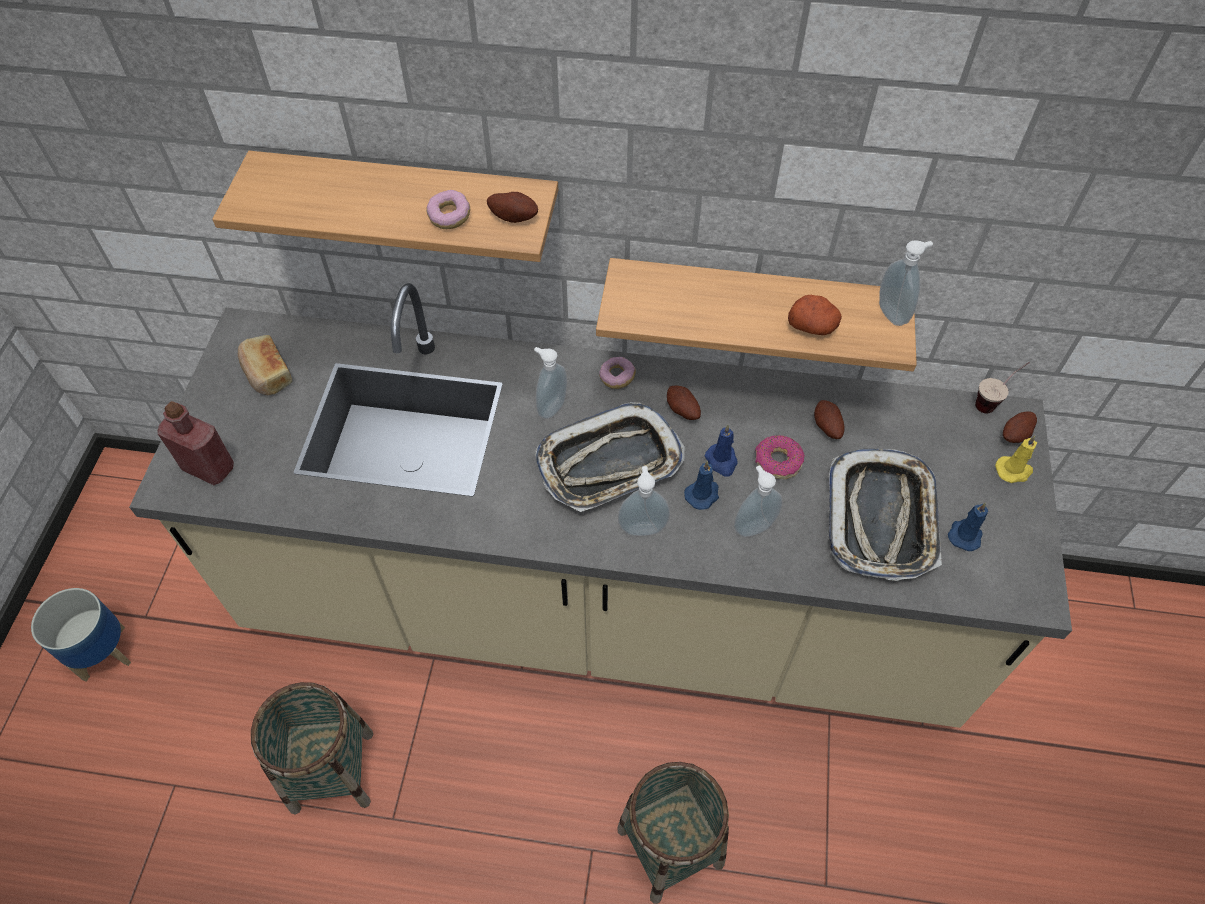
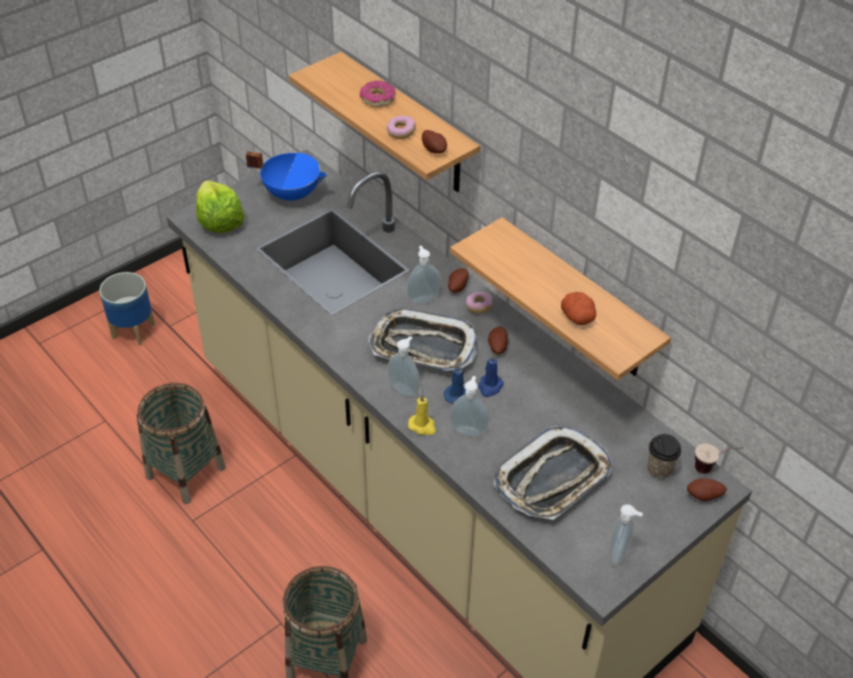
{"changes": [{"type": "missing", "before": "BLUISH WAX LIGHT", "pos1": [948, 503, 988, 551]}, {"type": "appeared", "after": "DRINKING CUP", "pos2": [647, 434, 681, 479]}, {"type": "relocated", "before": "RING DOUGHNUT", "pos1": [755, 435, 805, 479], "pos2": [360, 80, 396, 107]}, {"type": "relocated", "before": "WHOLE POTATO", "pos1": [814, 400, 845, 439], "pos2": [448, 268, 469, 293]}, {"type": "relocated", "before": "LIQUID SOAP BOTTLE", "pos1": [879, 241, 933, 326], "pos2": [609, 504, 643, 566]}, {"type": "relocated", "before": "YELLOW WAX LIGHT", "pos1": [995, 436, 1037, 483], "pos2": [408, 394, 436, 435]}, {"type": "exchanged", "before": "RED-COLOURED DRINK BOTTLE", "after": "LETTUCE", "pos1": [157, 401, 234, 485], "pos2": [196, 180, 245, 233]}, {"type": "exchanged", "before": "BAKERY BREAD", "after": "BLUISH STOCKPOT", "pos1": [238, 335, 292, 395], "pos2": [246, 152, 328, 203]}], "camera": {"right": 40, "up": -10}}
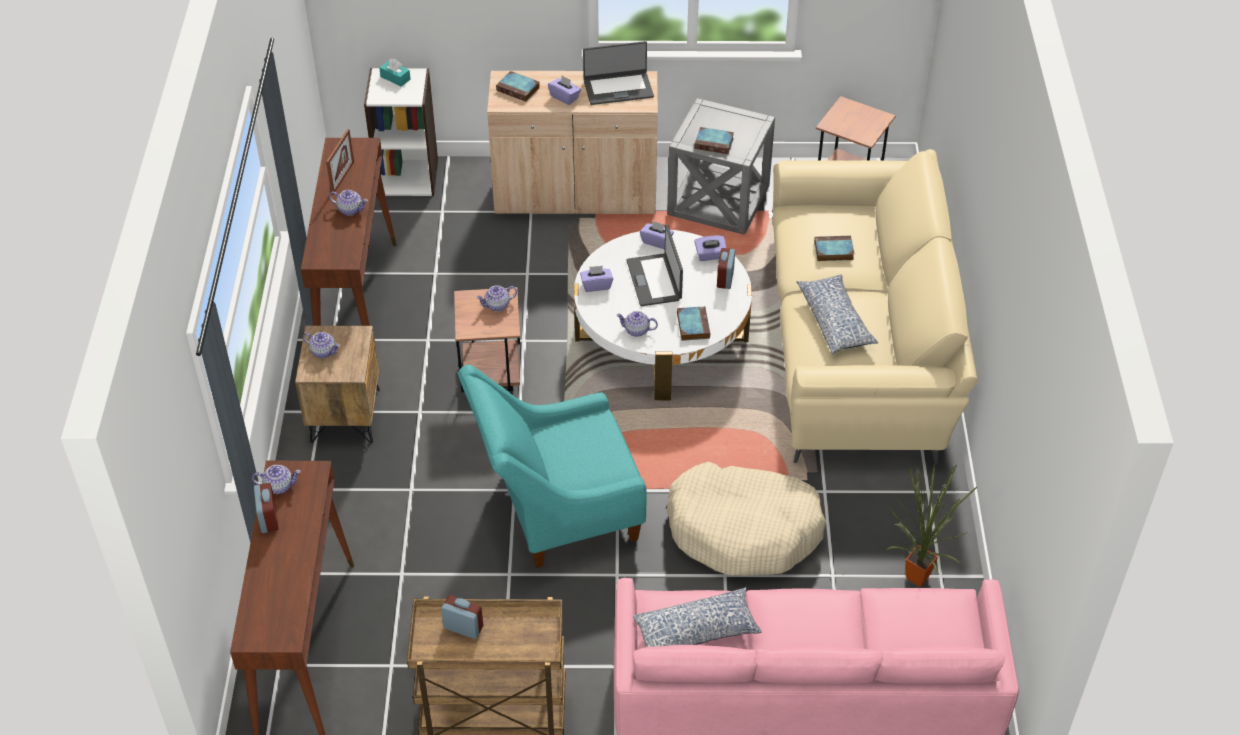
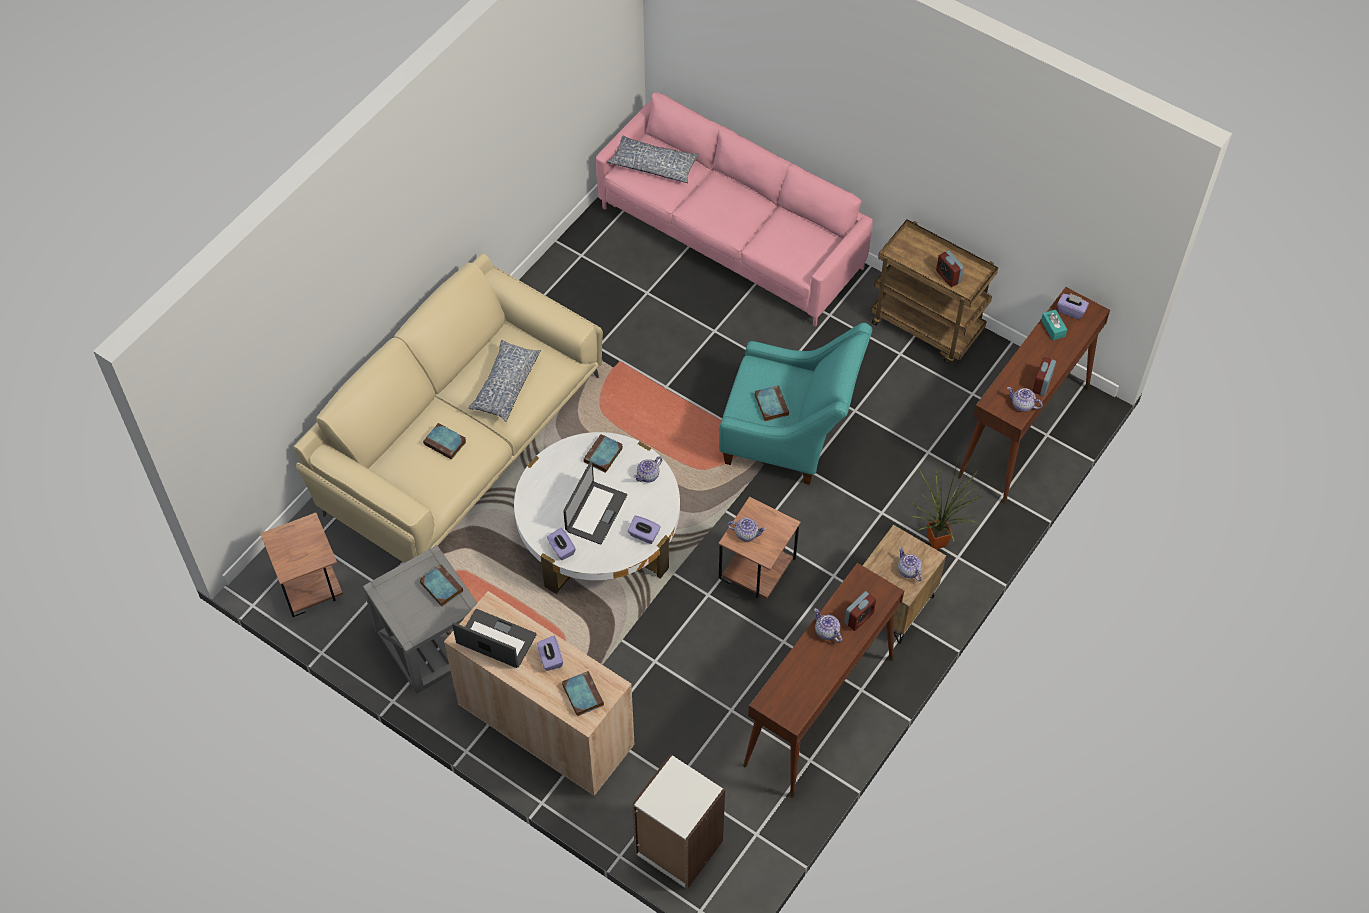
{"changes": [{"type": "missing", "before": "PICTURE FRAME", "pos1": [326, 129, 354, 195]}, {"type": "missing", "before": "BEIGE-COLOURED DOG CUSHION", "pos1": [667, 462, 826, 576]}, {"type": "appeared", "after": "BOUND BOOK", "pos2": [755, 385, 789, 421]}, {"type": "relocated", "before": "TURQUOISE BOX OF TISSUES", "pos1": [379, 58, 410, 87], "pos2": [1041, 309, 1067, 340]}, {"type": "relocated", "before": "CUSHION", "pos1": [633, 587, 762, 647], "pos2": [607, 136, 699, 183]}, {"type": "relocated", "before": "PURPLE-COLOURED BOX OF TISSUES", "pos1": [694, 236, 727, 261], "pos2": [1057, 293, 1089, 319]}, {"type": "relocated", "before": "TABLE CLOCK", "pos1": [717, 248, 735, 289], "pos2": [844, 591, 876, 631]}, {"type": "relocated", "before": "HOUSEPLANT", "pos1": [886, 464, 978, 587], "pos2": [911, 455, 982, 549]}, {"type": "spun", "before": "POT FOR TEA", "pos1": [617, 311, 658, 337], "pos2": [633, 456, 662, 483], "turn": 90}], "camera": {"right": -145, "up": 10}}
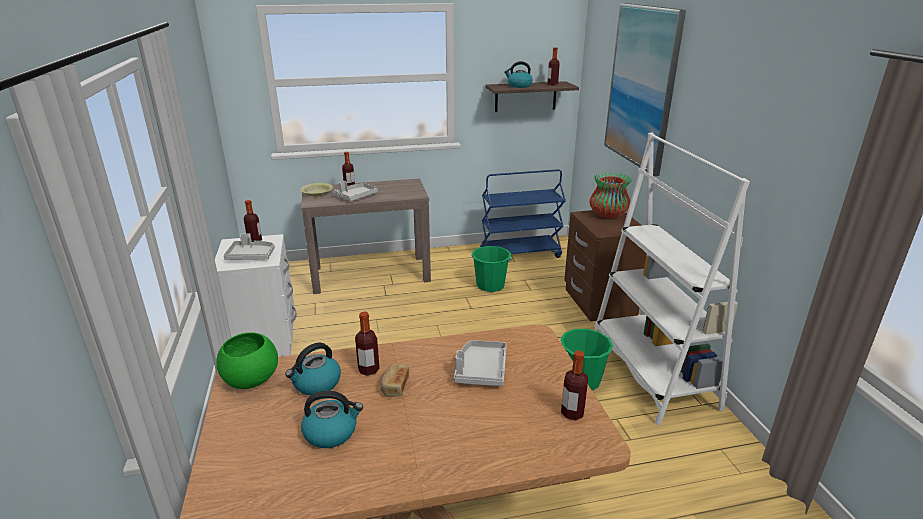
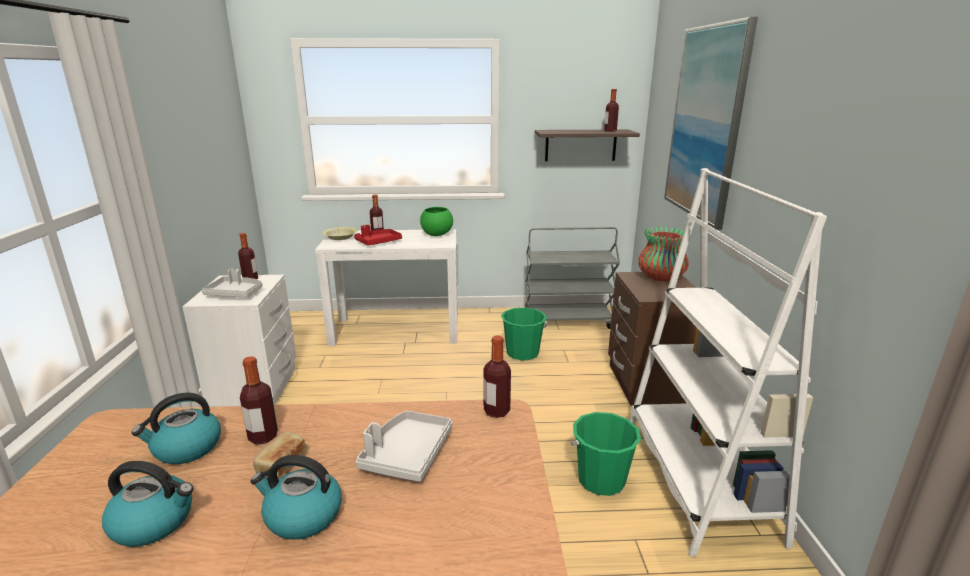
{"changes": [{"type": "relocated", "before": "GREEN-COLOURED BOWL", "pos1": [216, 332, 278, 389], "pos2": [420, 207, 453, 236]}, {"type": "relocated", "before": "KETTLE", "pos1": [504, 61, 533, 88], "pos2": [251, 455, 342, 540]}, {"type": "relocated", "before": "DRINK BOTTLE", "pos1": [561, 350, 588, 420], "pos2": [483, 335, 511, 418]}, {"type": "colour", "before": "BROWN HALL TABLE", "after": "WHITISH HALL TABLE", "pos1": [301, 179, 431, 294], "pos2": [315, 229, 458, 346]}, {"type": "colour", "before": "GREY TRAY", "after": "RED-COLOURED TRAY", "pos1": [334, 181, 378, 201], "pos2": [354, 225, 402, 246]}, {"type": "colour", "before": "BLUISH WHEELED CART", "after": "GREY WHEELED CART", "pos1": [480, 169, 566, 258], "pos2": [525, 227, 620, 329]}], "camera": {"right": 10, "up": -5}}
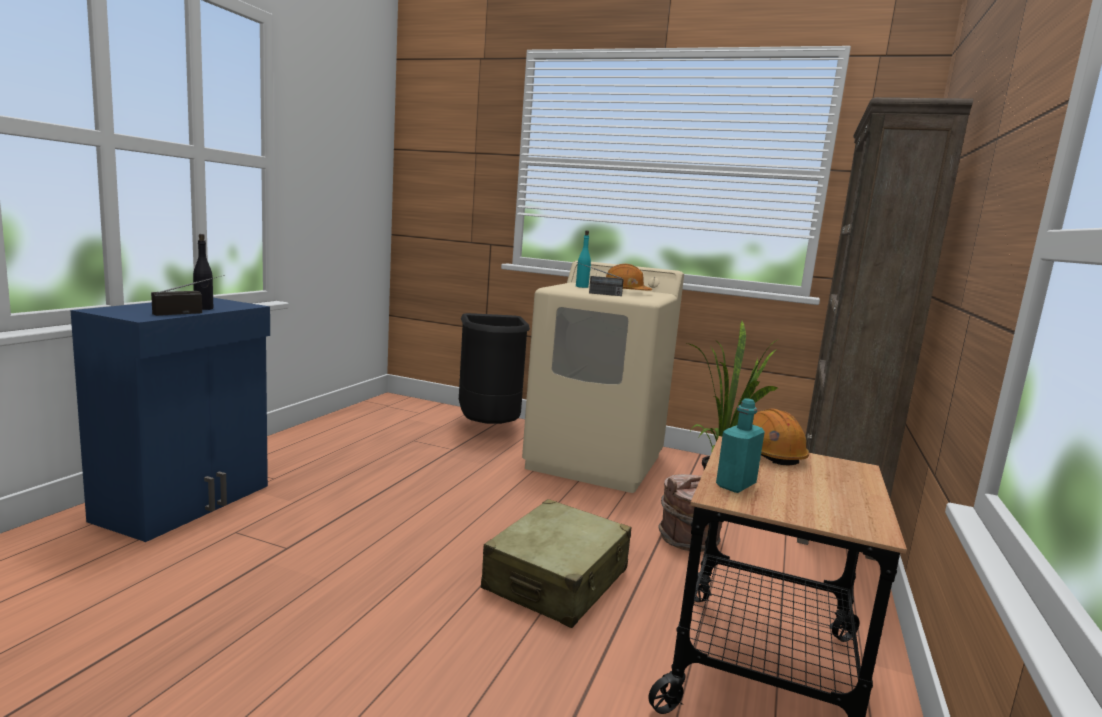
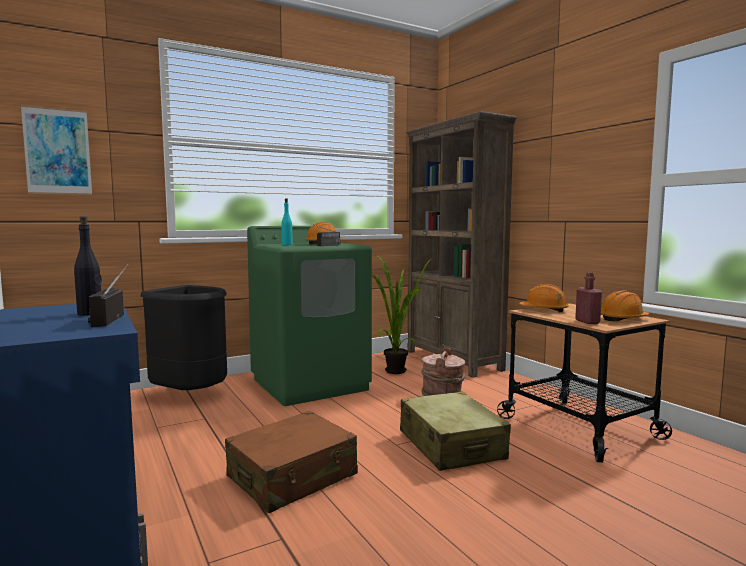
{"changes": [{"type": "appeared", "after": "WALL ART", "pos2": [21, 105, 92, 195]}, {"type": "appeared", "after": "BROWN PIECE OF LUGGAGE", "pos2": [225, 411, 358, 513]}, {"type": "appeared", "after": "ORANGE WORK HELMET", "pos2": [601, 290, 650, 321]}, {"type": "colour", "before": "BEIGE-COLOURED LAUNDRY APPLIANCE", "after": "GREEN-COLOURED LAUNDRY APPLIANCE", "pos1": [522, 261, 684, 493], "pos2": [247, 226, 372, 406]}, {"type": "colour", "before": "TURQUOISE DRINK BOTTLE", "after": "RED-COLOURED DRINK BOTTLE", "pos1": [716, 398, 765, 493], "pos2": [575, 272, 602, 324]}], "camera": {"right": -50, "up": -5}}
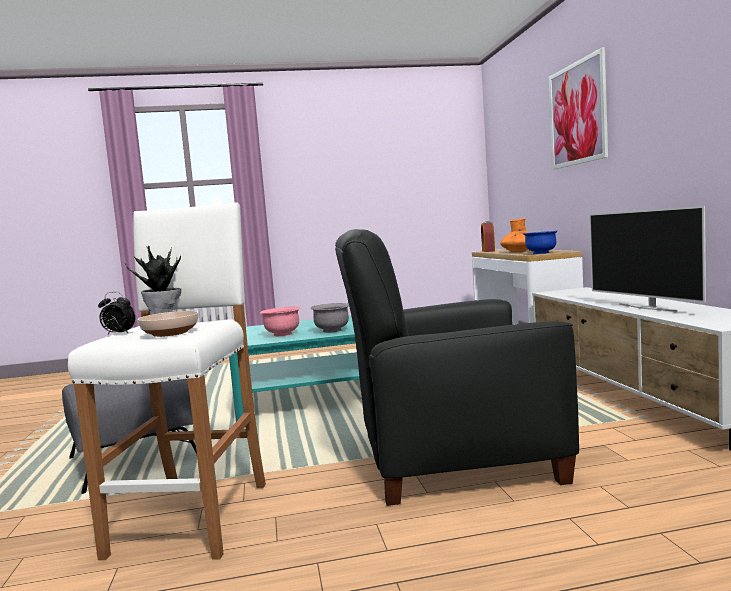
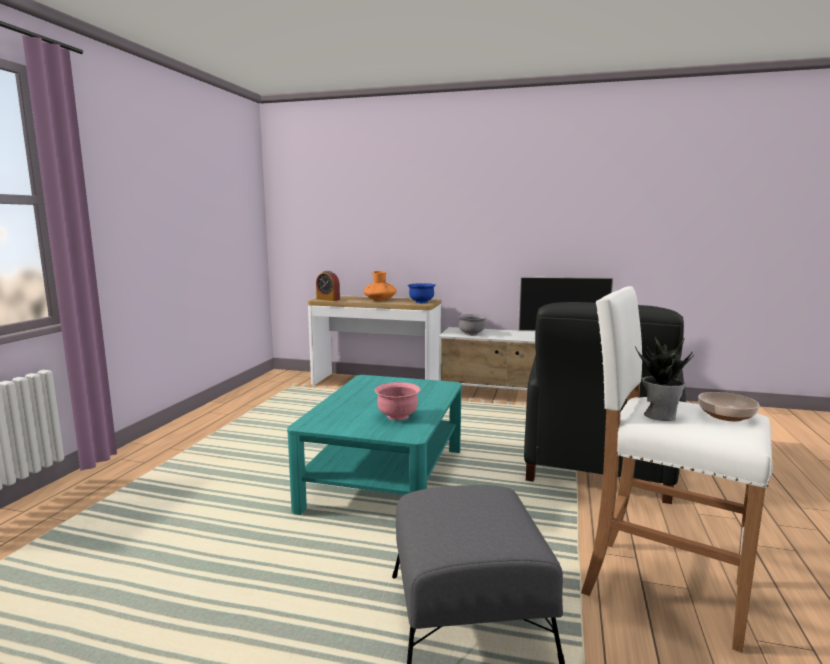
{"changes": [{"type": "missing", "before": "TABLE CLOCK", "pos1": [98, 292, 135, 335]}, {"type": "missing", "before": "WALL ART", "pos1": [549, 47, 608, 170]}, {"type": "relocated", "before": "GREY BOWL", "pos1": [310, 303, 349, 333], "pos2": [457, 314, 487, 336]}], "camera": {"right": -65, "up": 5}}
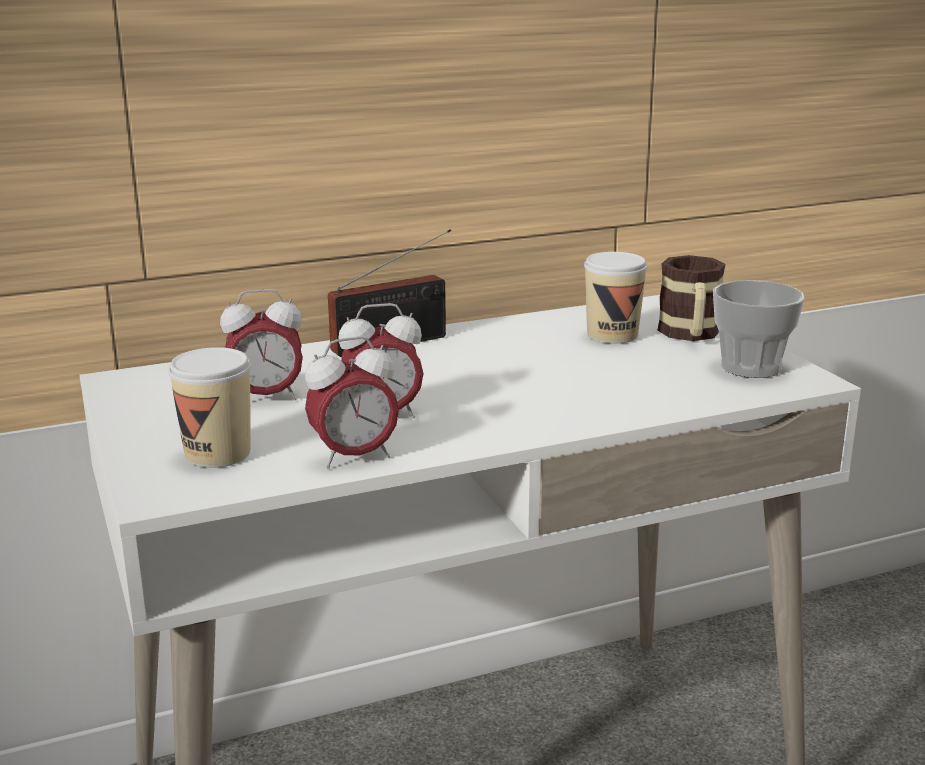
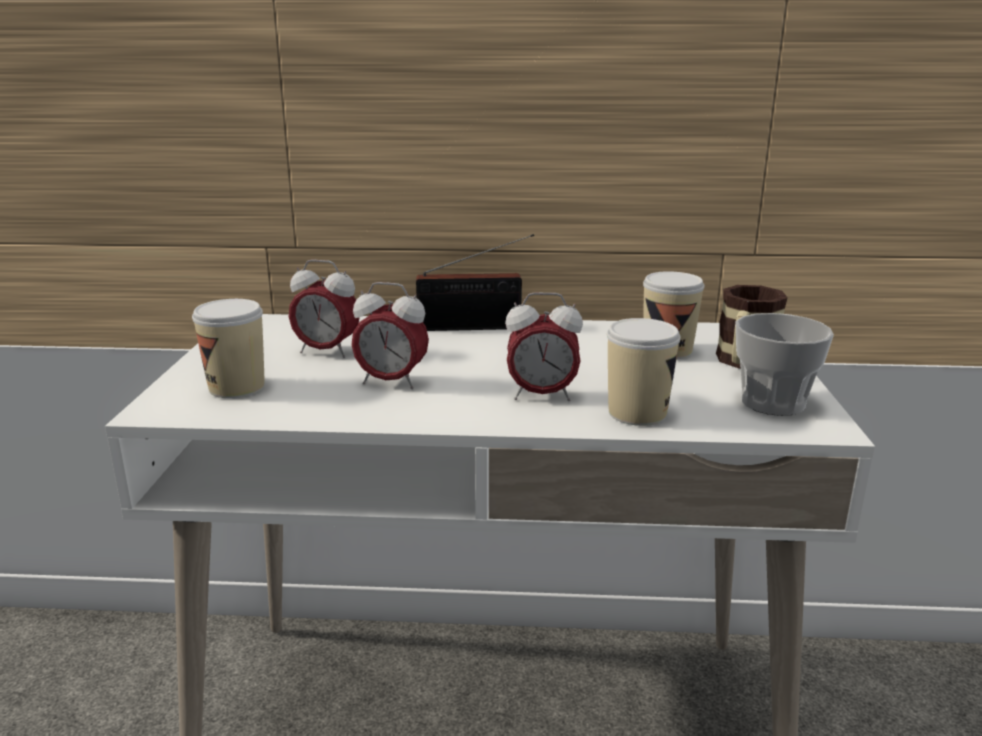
{"changes": [{"type": "appeared", "after": "DRINKING CUP", "pos2": [607, 318, 681, 426]}, {"type": "relocated", "before": "TABLE CLOCK", "pos1": [305, 336, 399, 468], "pos2": [505, 292, 583, 401]}], "camera": {"right": 25, "up": 0}}
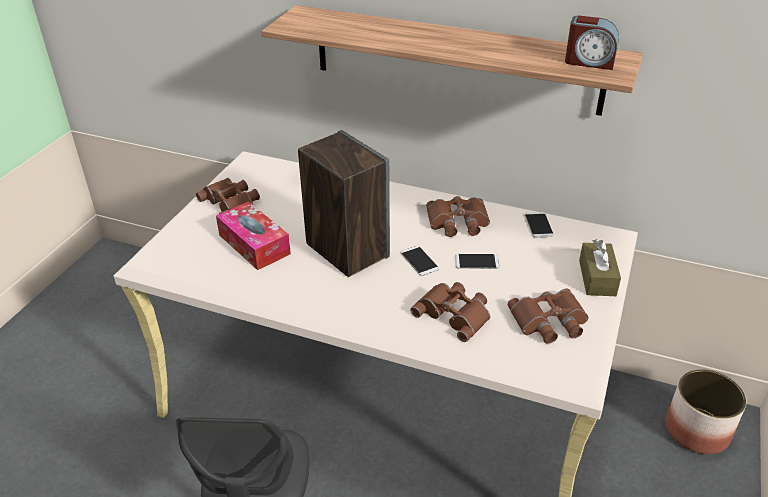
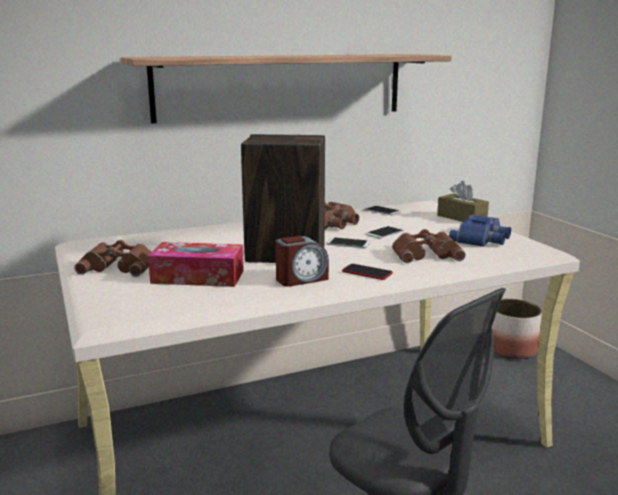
{"changes": [{"type": "appeared", "after": "PHONE", "pos2": [342, 264, 393, 280]}, {"type": "relocated", "before": "TABLE CLOCK", "pos1": [565, 16, 619, 70], "pos2": [275, 236, 329, 287]}, {"type": "colour", "before": "BROWN PAIR OF BINOCULARS", "after": "BLUISH PAIR OF BINOCULARS", "pos1": [508, 288, 589, 344], "pos2": [449, 215, 511, 247]}], "camera": {"right": -45, "up": -20}}
